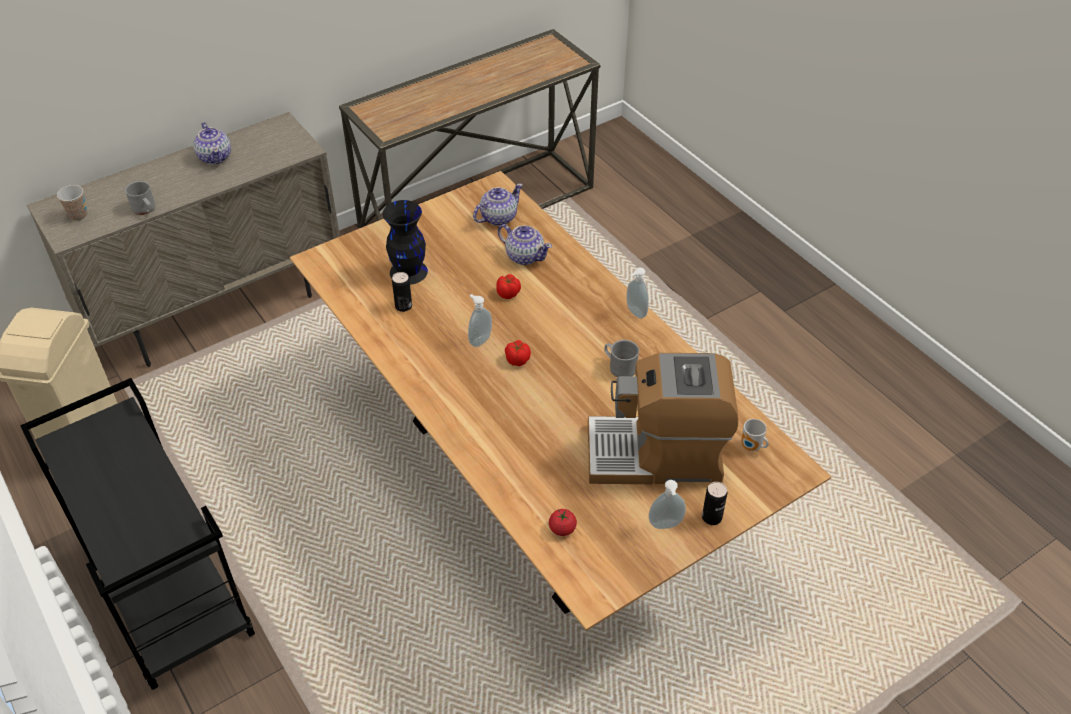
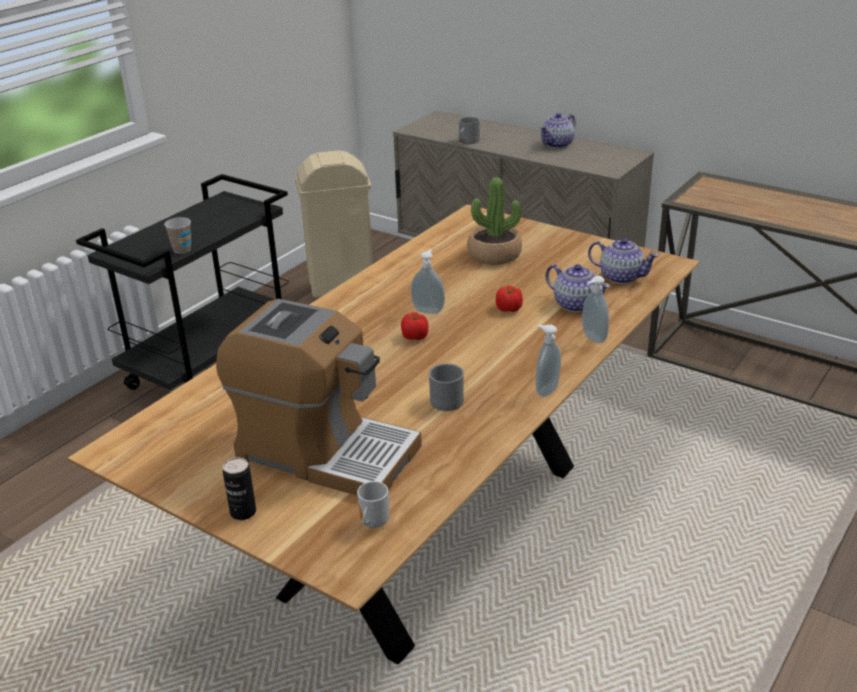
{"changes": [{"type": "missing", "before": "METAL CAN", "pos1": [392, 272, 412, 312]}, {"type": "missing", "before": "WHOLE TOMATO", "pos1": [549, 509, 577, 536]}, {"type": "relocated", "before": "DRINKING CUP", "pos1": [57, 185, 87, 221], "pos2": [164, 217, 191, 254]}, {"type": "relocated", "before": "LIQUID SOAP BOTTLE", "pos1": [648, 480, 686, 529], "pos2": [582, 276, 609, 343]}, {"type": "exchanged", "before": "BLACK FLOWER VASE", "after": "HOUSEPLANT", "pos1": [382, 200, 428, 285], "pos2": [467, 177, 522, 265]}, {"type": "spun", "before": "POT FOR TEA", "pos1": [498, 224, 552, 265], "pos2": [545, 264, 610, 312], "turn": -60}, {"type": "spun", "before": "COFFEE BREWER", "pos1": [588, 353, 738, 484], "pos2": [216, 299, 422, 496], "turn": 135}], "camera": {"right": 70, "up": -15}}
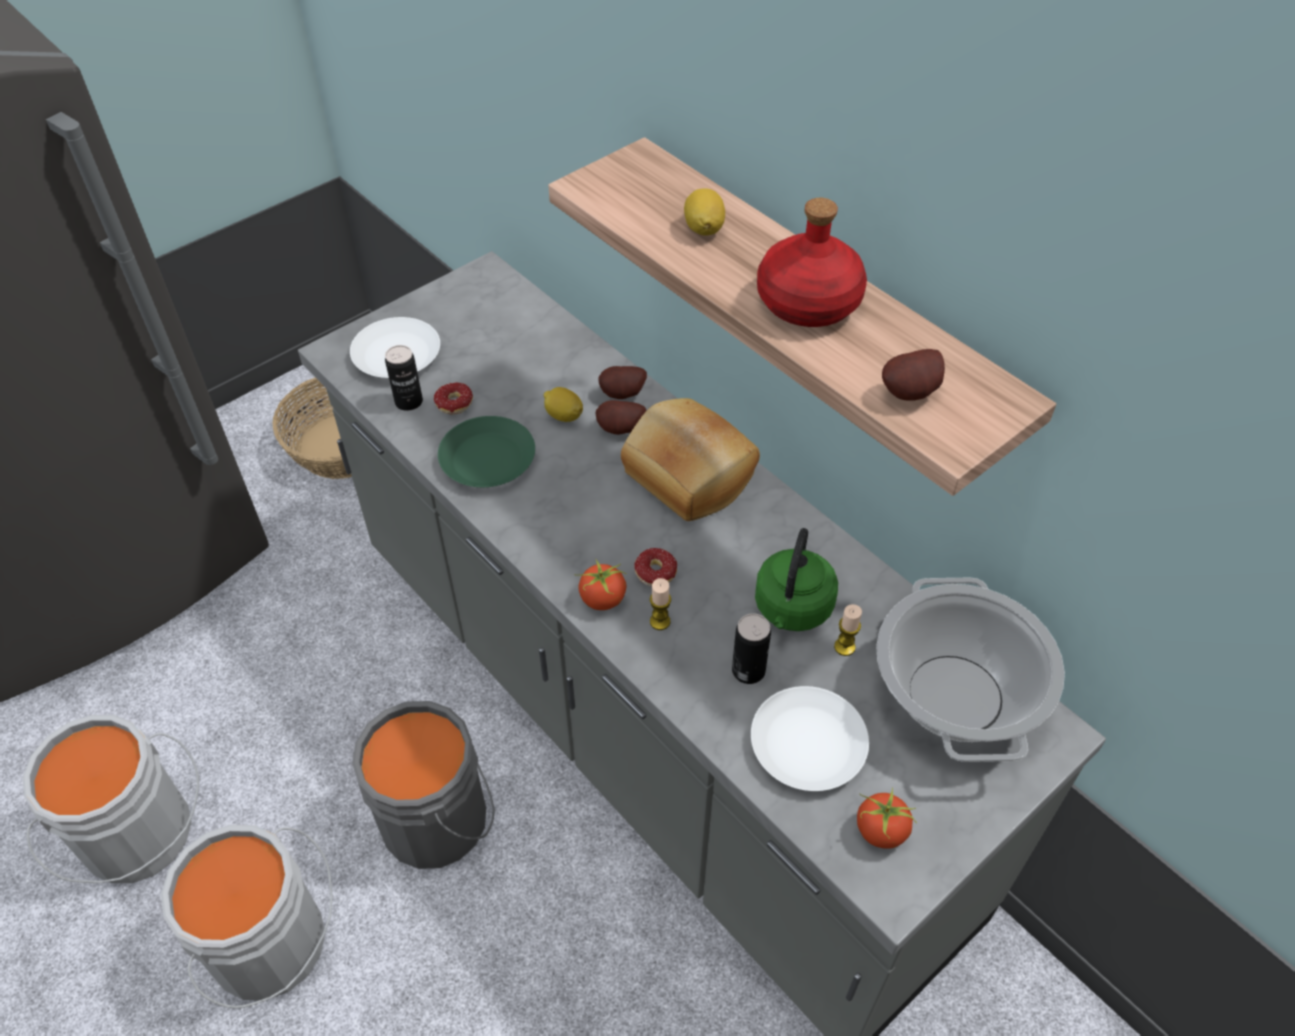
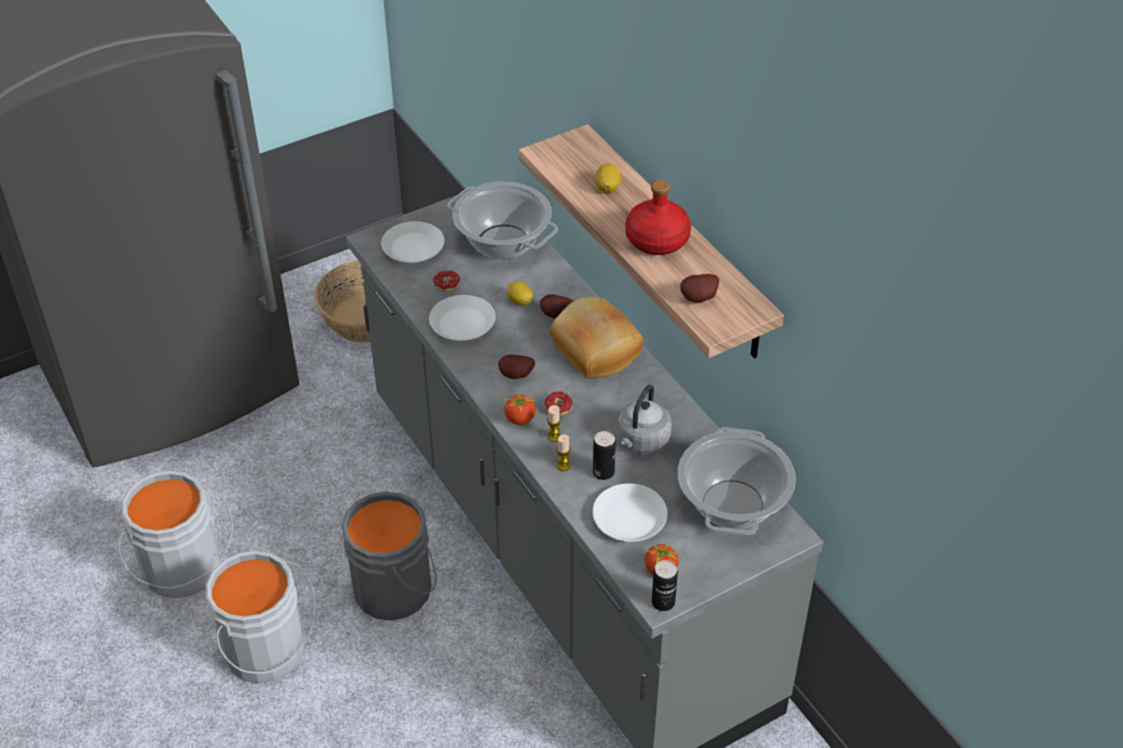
{"changes": [{"type": "appeared", "after": "STOCKPOT", "pos2": [447, 182, 558, 259]}, {"type": "relocated", "before": "METAL CAN", "pos1": [385, 345, 423, 411], "pos2": [652, 560, 678, 611]}, {"type": "relocated", "before": "WHOLE POTATO", "pos1": [598, 366, 647, 399], "pos2": [498, 354, 535, 379]}, {"type": "relocated", "before": "WAX LIGHT", "pos1": [834, 604, 862, 656], "pos2": [556, 434, 571, 471]}, {"type": "colour", "before": "GREEN-COLOURED PLATE", "after": "WHITISH PLATE", "pos1": [438, 416, 535, 487], "pos2": [429, 295, 495, 341]}, {"type": "colour", "before": "GREEN-COLOURED KETTLE", "after": "GREY KETTLE", "pos1": [755, 528, 838, 631], "pos2": [618, 384, 672, 453]}], "camera": {"right": 10, "up": -5}}
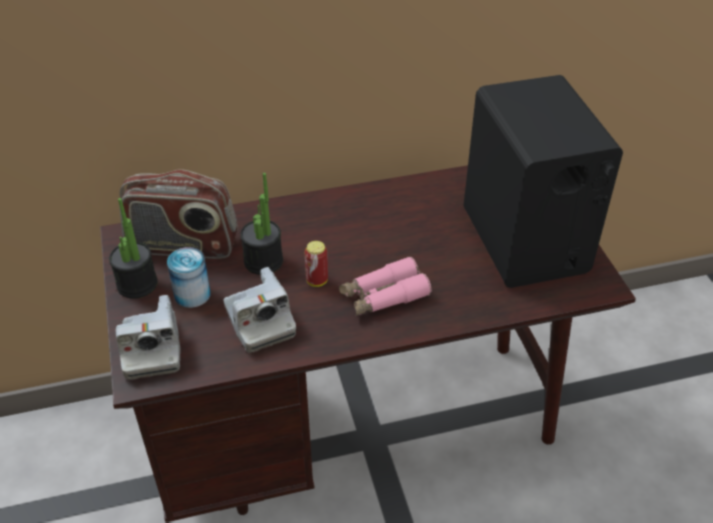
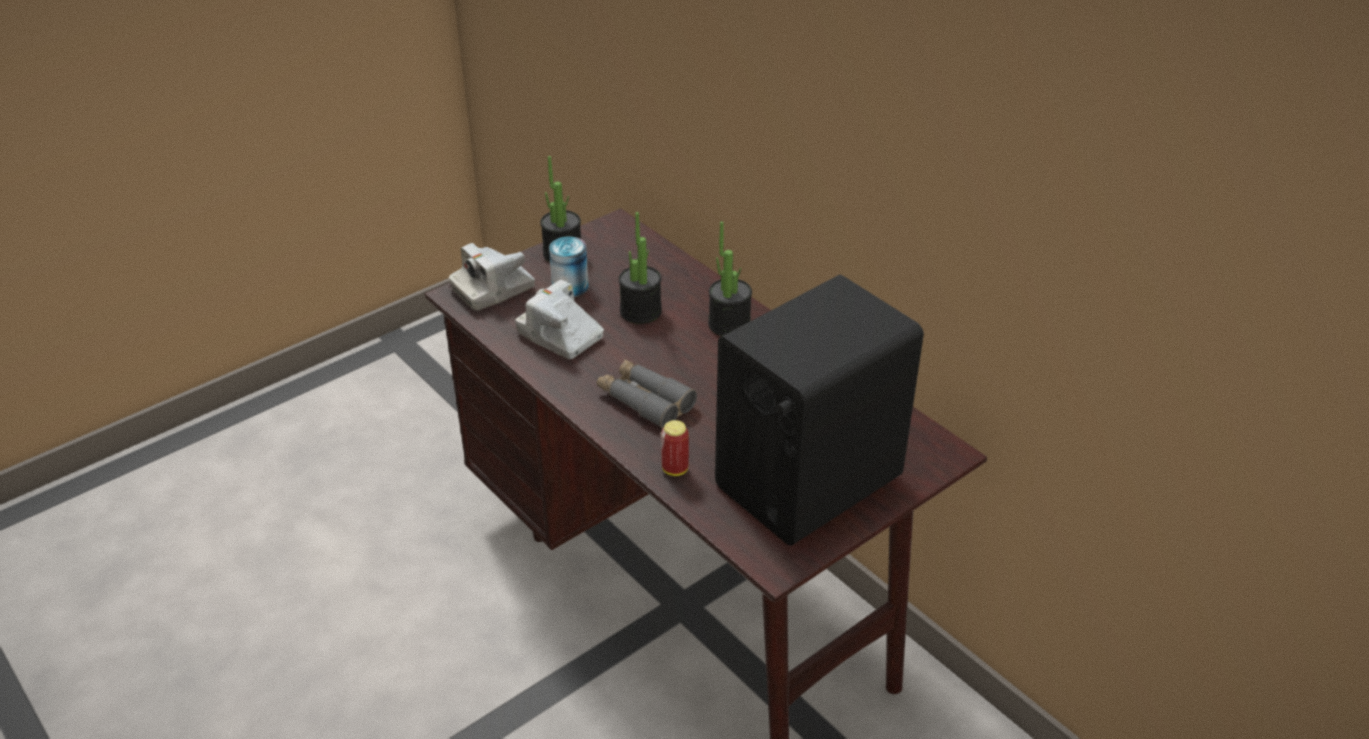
{"changes": [{"type": "missing", "before": "RADIO", "pos1": [119, 169, 238, 259]}, {"type": "appeared", "after": "HOUSEPLANT", "pos2": [708, 222, 752, 336]}, {"type": "relocated", "before": "METAL CAN", "pos1": [305, 241, 328, 287], "pos2": [661, 420, 689, 476]}, {"type": "colour", "before": "PINK PAIR OF BINOCULARS", "after": "GREY PAIR OF BINOCULARS", "pos1": [339, 256, 431, 316], "pos2": [597, 359, 697, 429]}, {"type": "spun", "before": "STILL CAMERA", "pos1": [224, 267, 296, 353], "pos2": [515, 280, 604, 359], "turn": 90}], "camera": {"right": 65, "up": -5}}
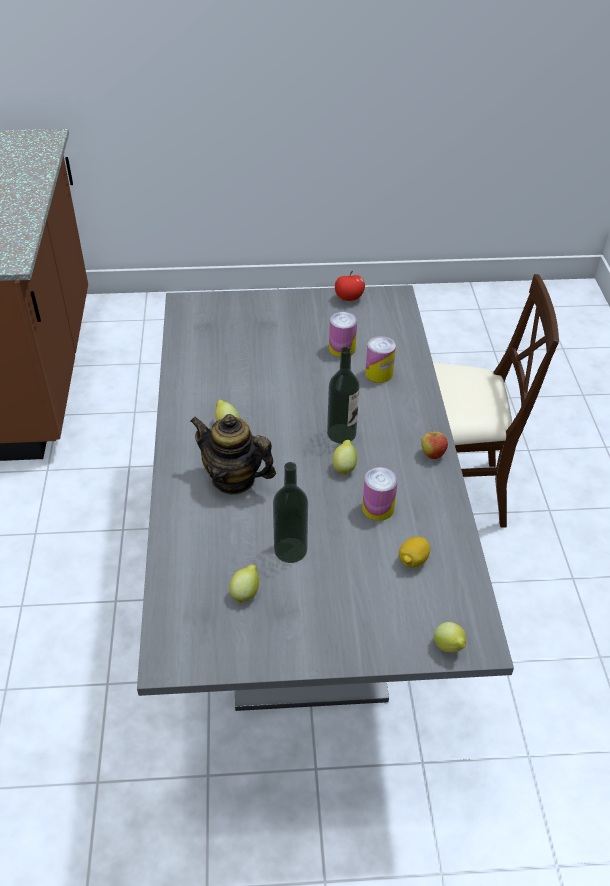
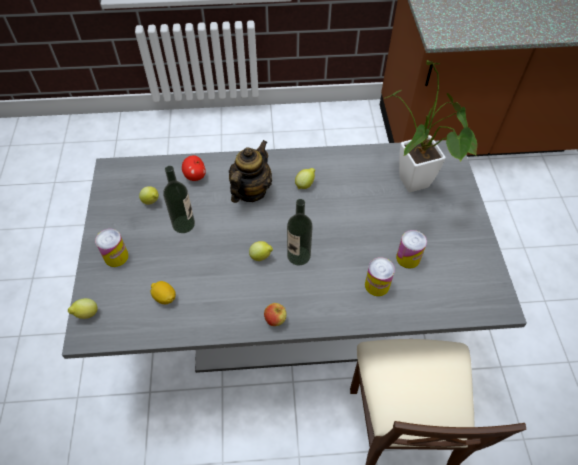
{"changes": [{"type": "appeared", "after": "HOUSEPLANT", "pos2": [384, 60, 477, 192]}, {"type": "relocated", "before": "APPLE", "pos1": [335, 271, 365, 301], "pos2": [182, 155, 206, 181]}, {"type": "relocated", "before": "METAL CAN", "pos1": [362, 467, 398, 521], "pos2": [95, 229, 129, 267]}], "camera": {"right": 90, "up": 10}}
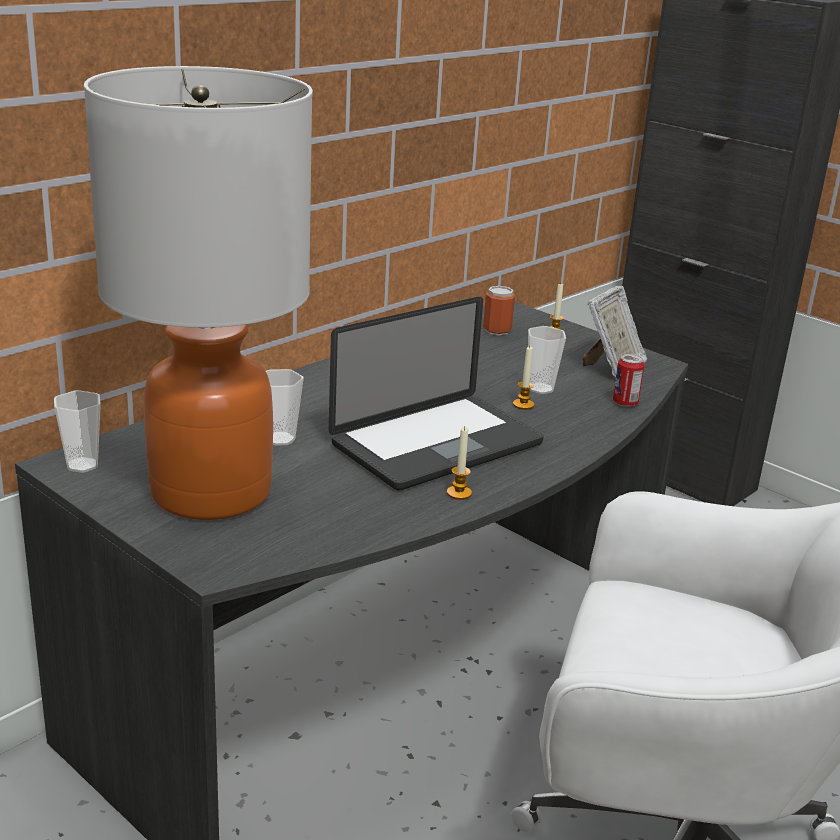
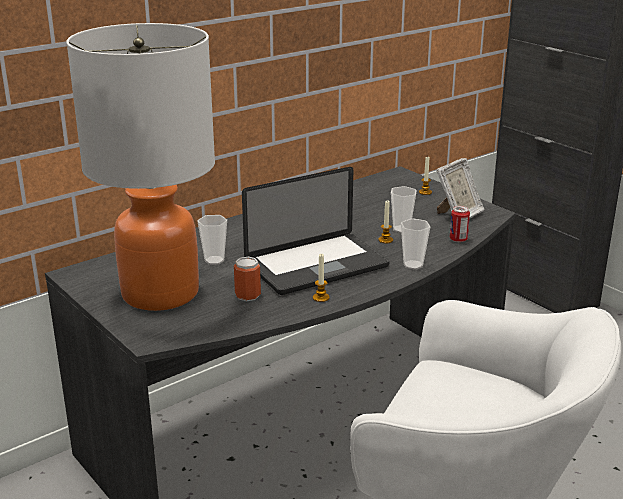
{"changes": [{"type": "relocated", "before": "DRINKING CUP", "pos1": [54, 390, 101, 473], "pos2": [401, 218, 430, 270]}, {"type": "relocated", "before": "METAL CAN", "pos1": [483, 286, 515, 335], "pos2": [234, 257, 261, 301]}], "camera": {"right": 10, "up": 0}}
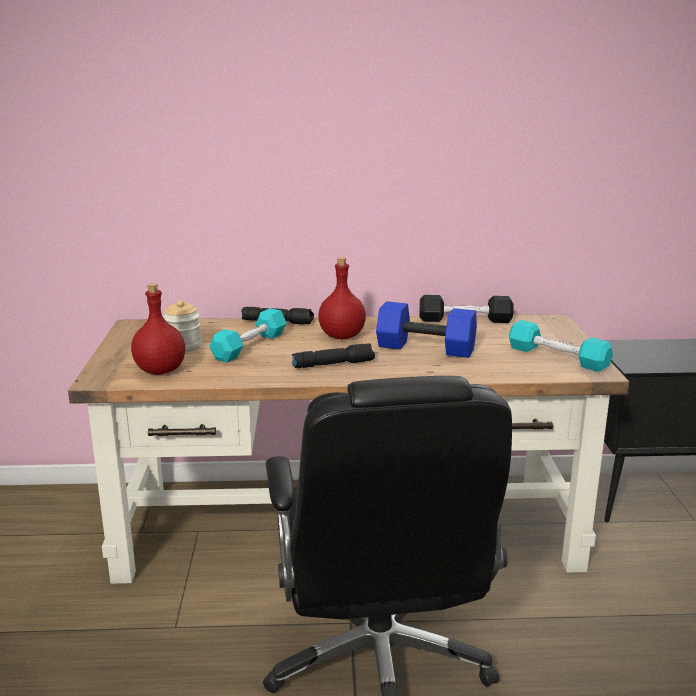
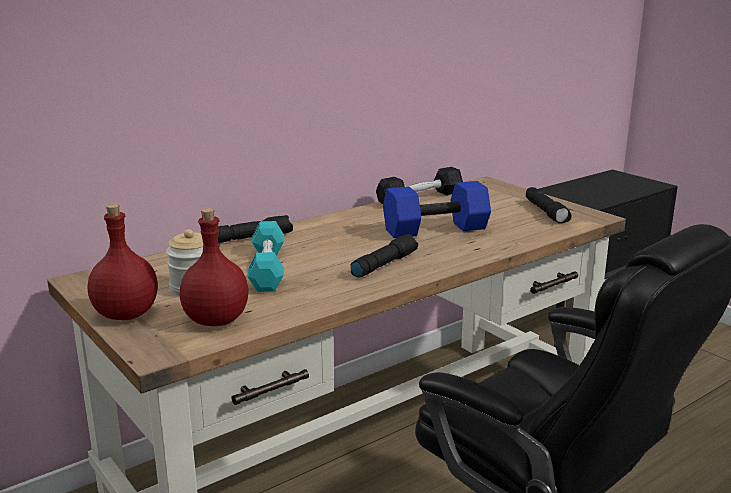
{"changes": [{"type": "relocated", "before": "RED-COLOURED DRINK BOTTLE", "pos1": [318, 257, 366, 339], "pos2": [88, 204, 158, 320]}, {"type": "exchanged", "before": "TURQUOISE HAND WEIGHT", "after": "BLACK TORCH", "pos1": [509, 320, 613, 372], "pos2": [526, 187, 572, 223]}], "camera": {"right": -35, "up": 0}}
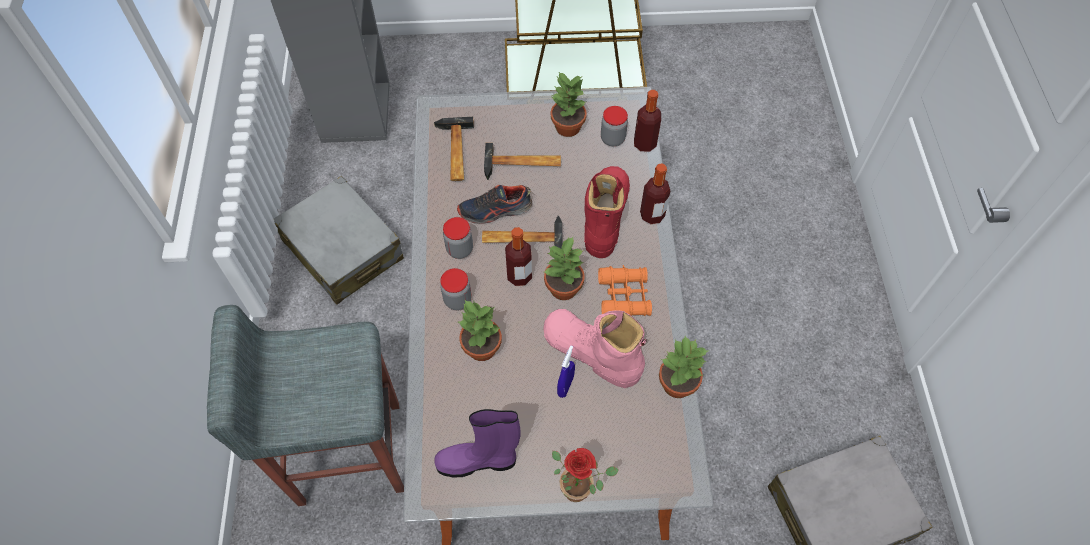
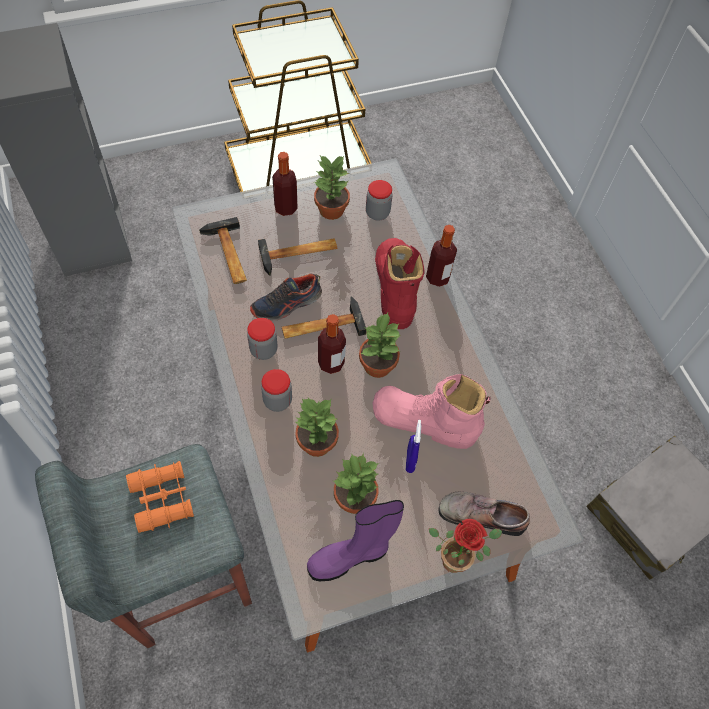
{"changes": [{"type": "missing", "before": "GREY PIECE OF LUGGAGE", "pos1": [274, 176, 404, 304]}, {"type": "appeared", "after": "LOW SHOE", "pos2": [439, 492, 530, 536]}, {"type": "relocated", "before": "ORANGE PAIR OF BINOCULARS", "pos1": [598, 265, 652, 316], "pos2": [126, 461, 194, 533]}, {"type": "relocated", "before": "DRINK BOTTLE", "pos1": [634, 90, 661, 152], "pos2": [272, 152, 298, 216]}, {"type": "relocated", "before": "HOUSEPLANT", "pos1": [659, 336, 708, 398], "pos2": [333, 453, 379, 514]}], "camera": {"right": -20, "up": 0}}
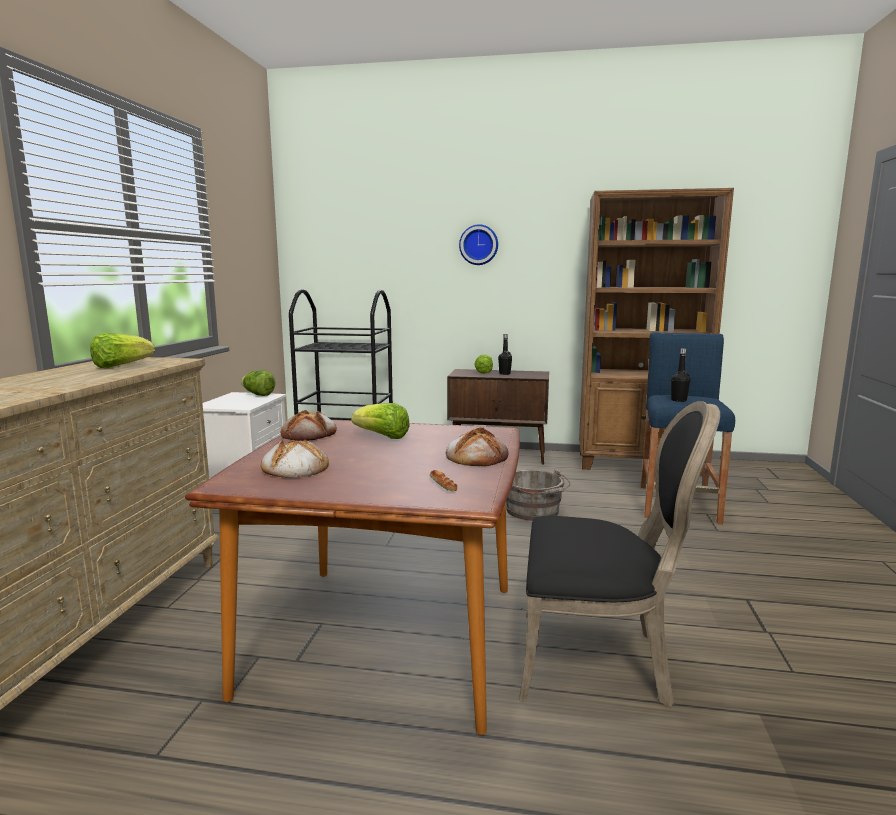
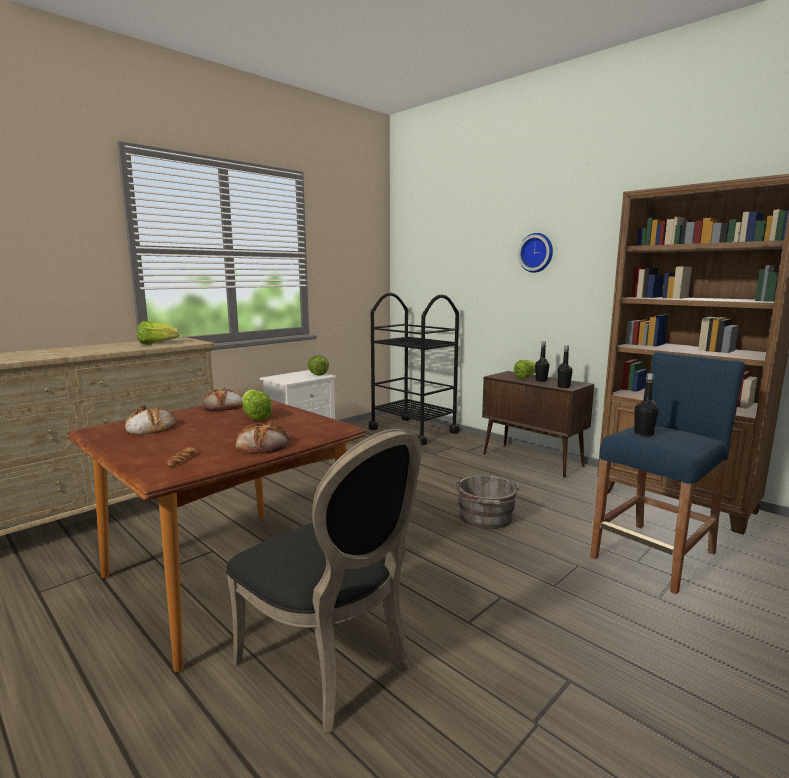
{"changes": [{"type": "appeared", "after": "BLACK DRINK BOTTLE", "pos2": [557, 345, 573, 388]}], "camera": {"right": 35, "up": 0}}
